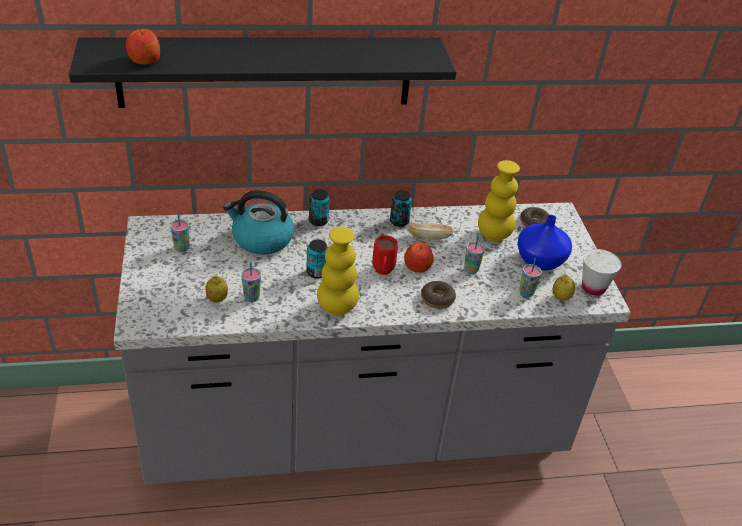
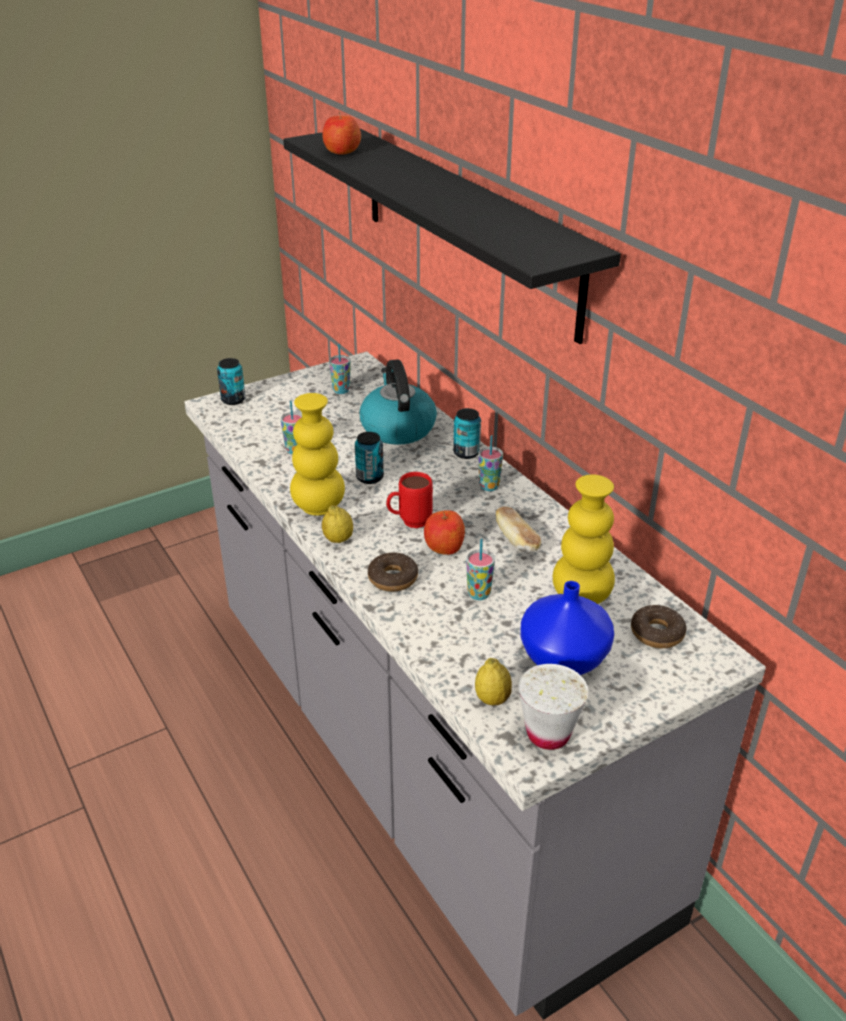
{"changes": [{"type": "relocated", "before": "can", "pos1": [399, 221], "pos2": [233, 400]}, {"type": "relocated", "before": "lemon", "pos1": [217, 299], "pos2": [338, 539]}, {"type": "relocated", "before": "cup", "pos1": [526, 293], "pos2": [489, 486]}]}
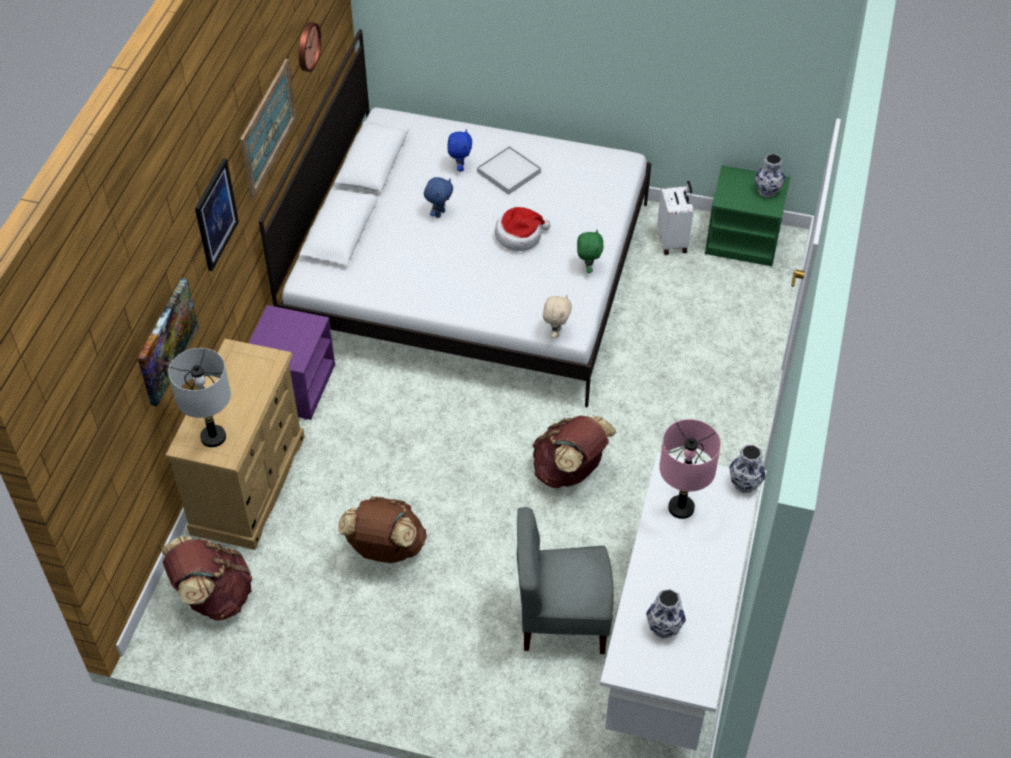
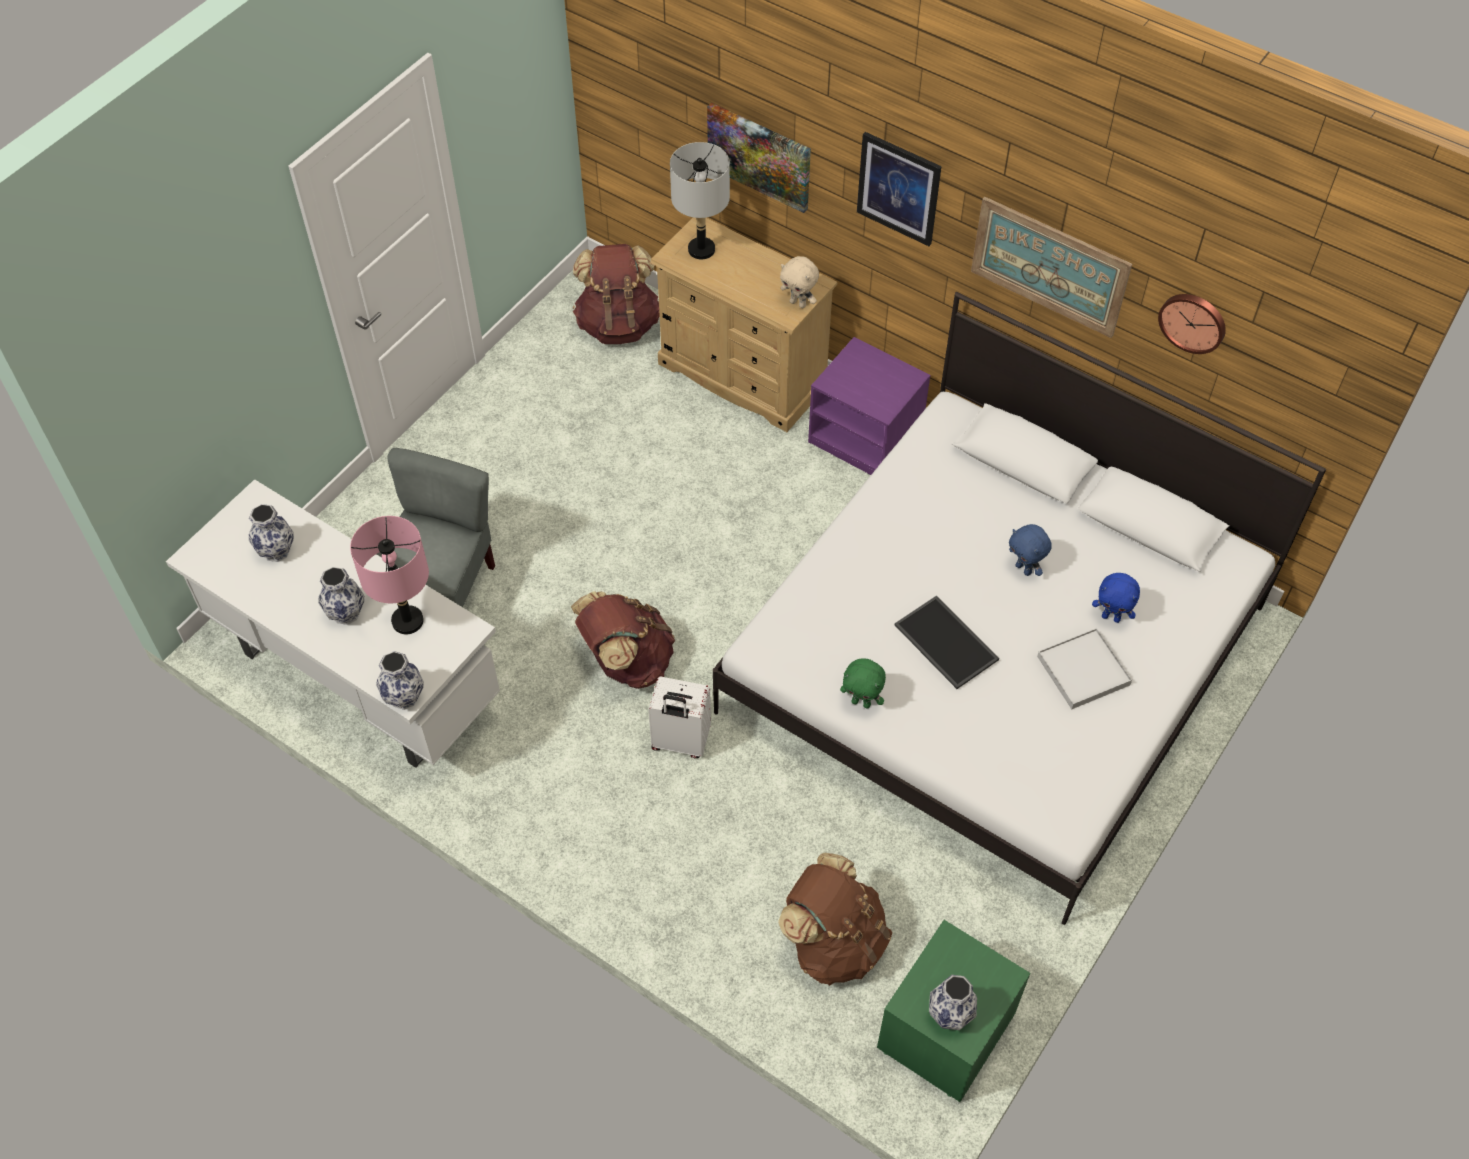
{"changes": [{"type": "appeared", "after": "vase", "pos2": [345, 613]}, {"type": "relocated", "before": "white suitcase", "pos1": [673, 242], "pos2": [680, 742]}, {"type": "relocated", "before": "brown backpack", "pos1": [385, 549], "pos2": [834, 942]}, {"type": "relocated", "before": "beige plush toy", "pos1": [556, 332], "pos2": [798, 303]}, {"type": "exchanged", "before": "hat", "after": "tray", "pos1": [520, 236], "pos2": [948, 642]}]}
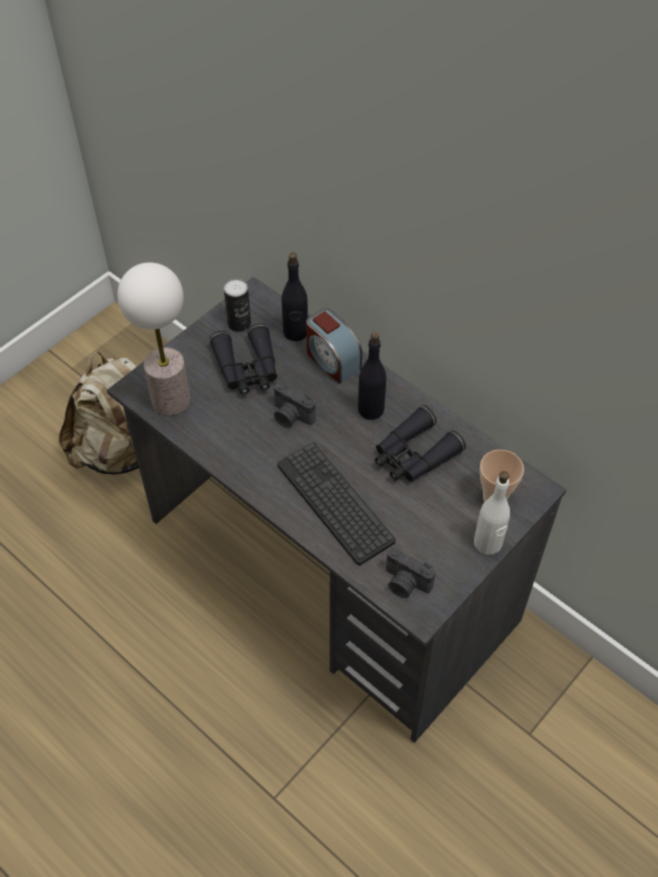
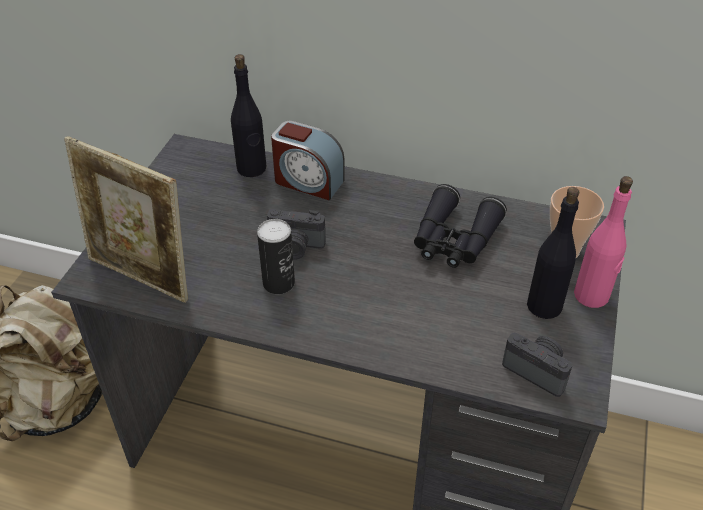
{"changes": [{"type": "exchanged", "before": "table lamp", "after": "picture frame", "pos1": [171, 400], "pos2": [142, 276]}, {"type": "relocated", "before": "can", "pos1": [239, 323], "pos2": [278, 283]}, {"type": "spun", "before": "photo camera", "pos1": [405, 583], "pos2": [537, 370], "turn": -150}, {"type": "relocated", "before": "black bottle", "pos1": [371, 409], "pos2": [544, 305]}, {"type": "colour", "before": "white bottle", "after": "pink bottle", "pos1": [488, 543], "pos2": [592, 296]}, {"type": "missing", "before": "black binoculars", "pos1": [247, 369]}, {"type": "missing", "before": "keyboard", "pos1": [335, 503]}]}
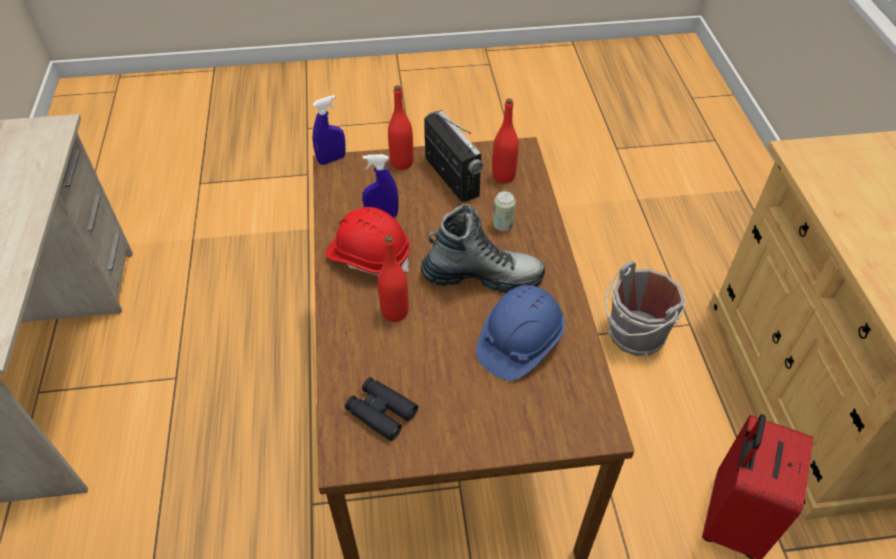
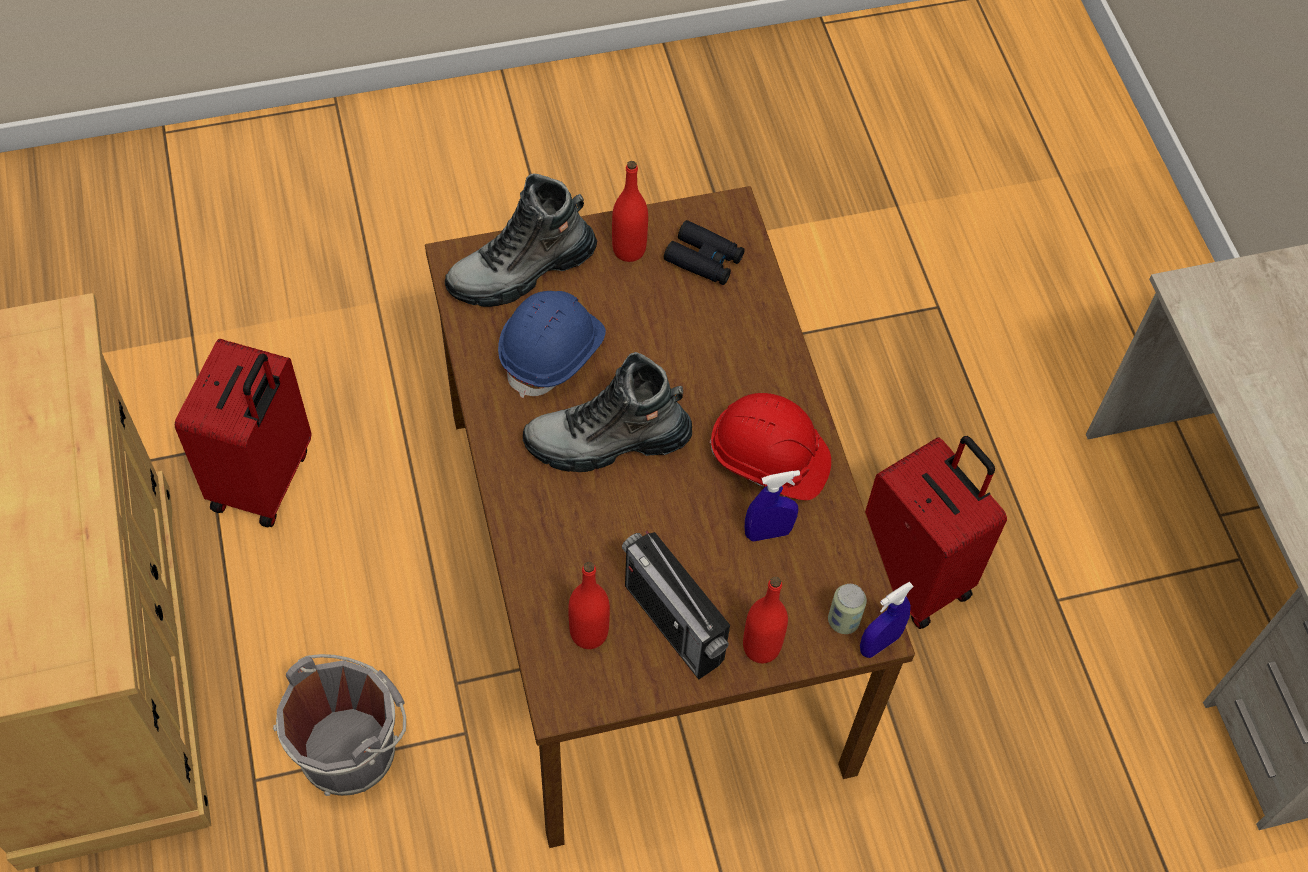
{"changes": [{"type": "appeared", "after": "boot", "pos2": [521, 271]}, {"type": "relocated", "before": "red bottle", "pos1": [395, 312], "pos2": [629, 250]}, {"type": "relocated", "before": "can", "pos1": [503, 225], "pos2": [843, 621]}, {"type": "appeared", "after": "red suitcase", "pos2": [916, 574]}]}
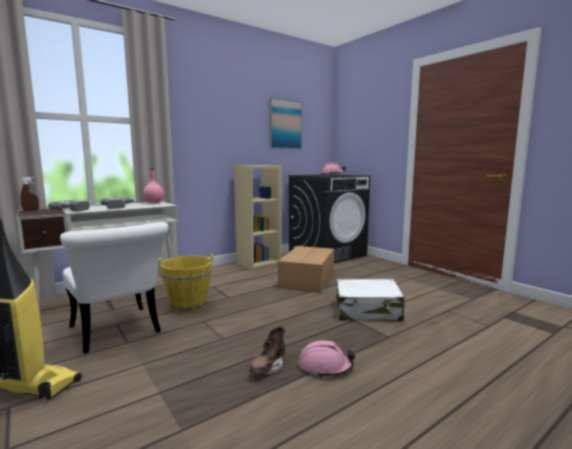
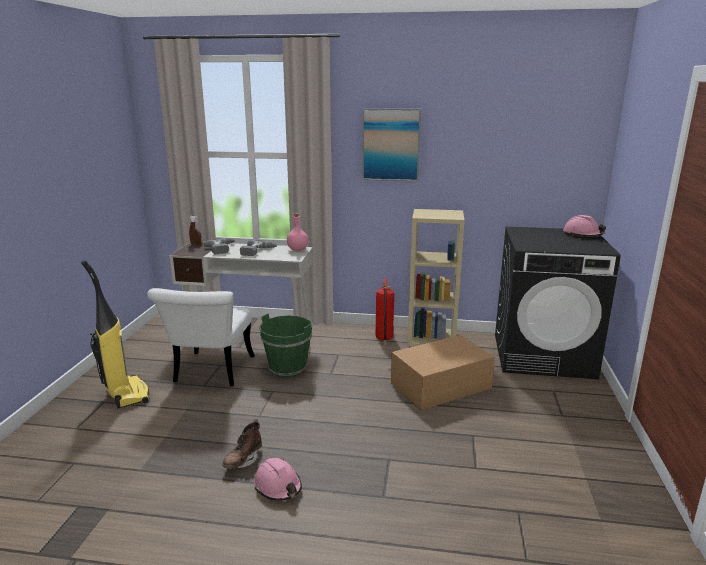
{"changes": [{"type": "spun", "before": "brown boot", "pos1": [268, 367], "pos2": [243, 460], "turn": -45}, {"type": "colour", "before": "yellow bucket", "after": "green bucket", "pos1": [188, 305], "pos2": [287, 368]}, {"type": "relocated", "before": "picture", "pos1": [285, 124], "pos2": [391, 144]}, {"type": "appeared", "after": "fire extinguisher", "pos2": [383, 341]}, {"type": "missing", "before": "white suitcase", "pos1": [368, 311]}]}
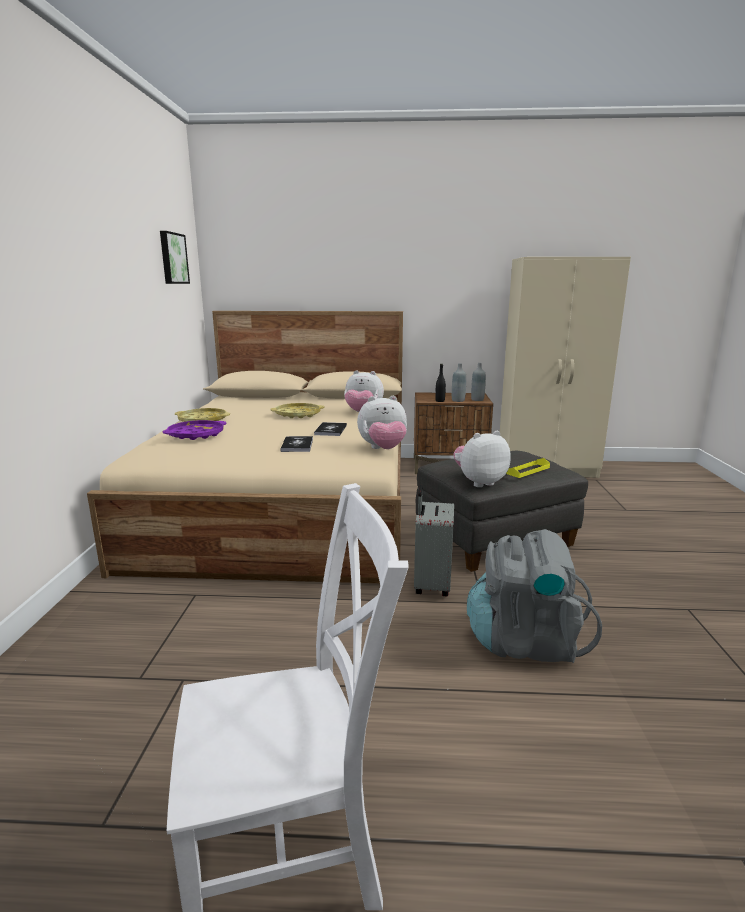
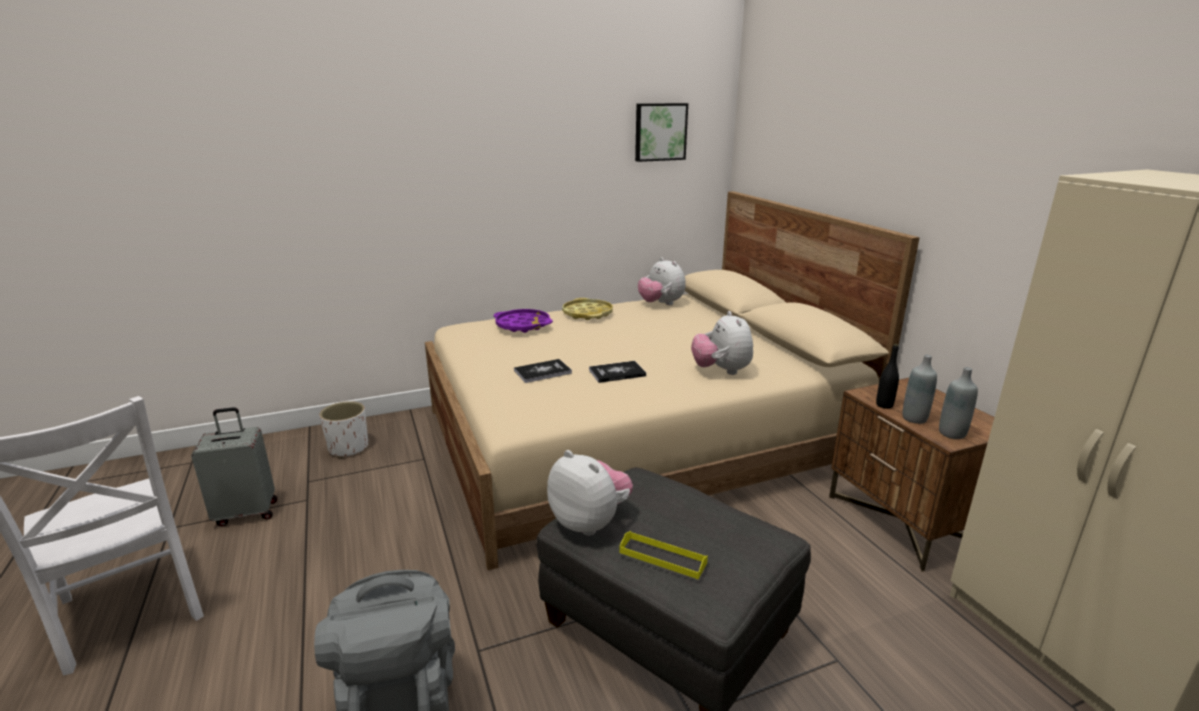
{"changes": [{"type": "relocated", "before": "grey suitcase", "pos1": [431, 585], "pos2": [247, 512]}, {"type": "appeared", "after": "white planter", "pos2": [349, 448]}, {"type": "relocated", "before": "plush toy", "pos1": [383, 449], "pos2": [661, 304]}, {"type": "missing", "before": "yellow tray", "pos1": [297, 414]}]}
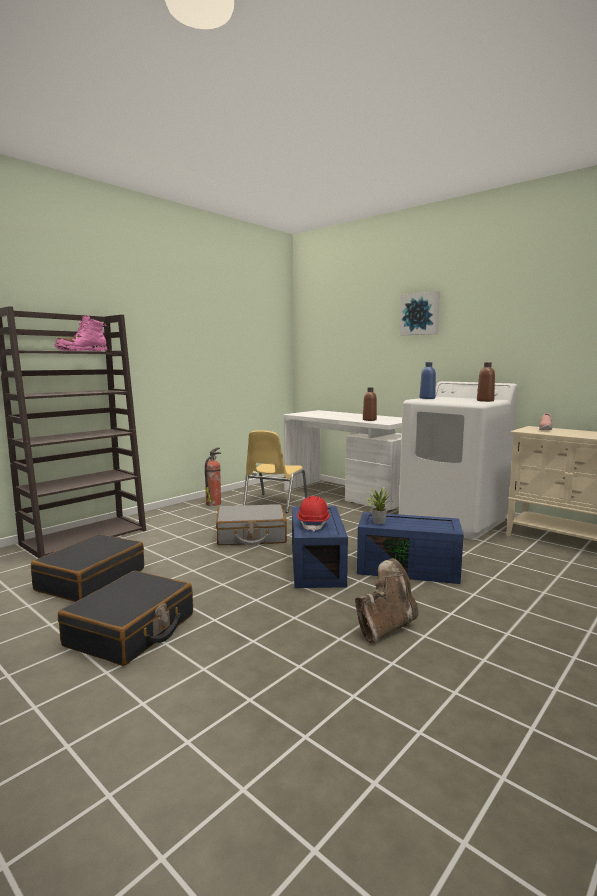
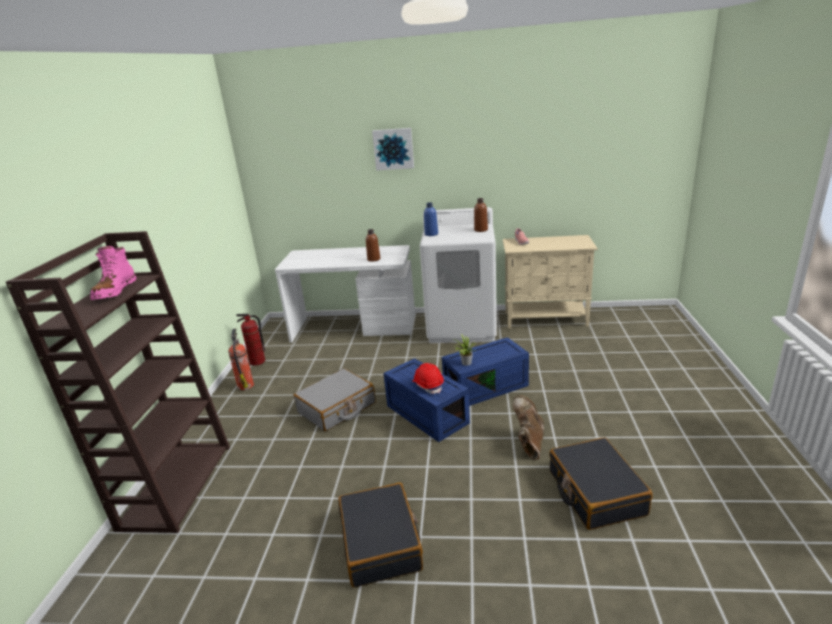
{"changes": [{"type": "appeared", "after": "fire extinguisher", "pos2": [257, 362]}, {"type": "relocated", "before": "black suitcase", "pos1": [91, 579], "pos2": [595, 492]}, {"type": "missing", "before": "yellow chair", "pos1": [274, 503]}]}
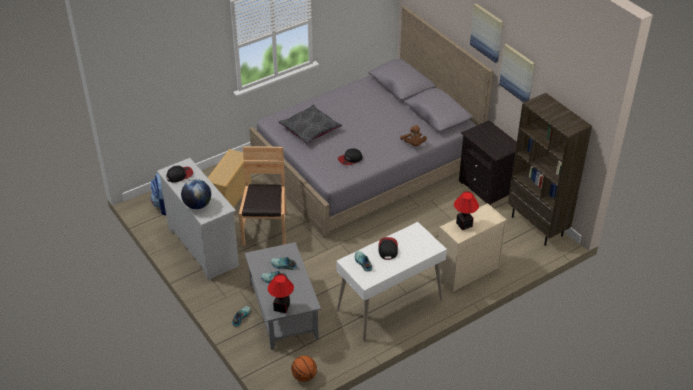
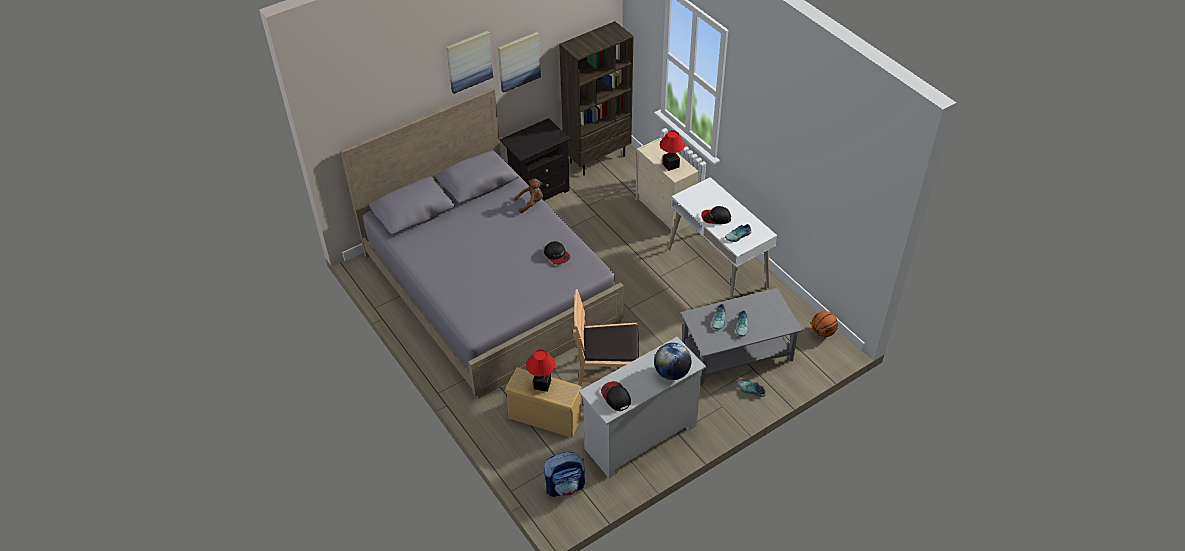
{"changes": [{"type": "relocated", "before": "table lamp", "pos1": [282, 307], "pos2": [542, 384]}, {"type": "missing", "before": "grey pillow", "pos1": [310, 129]}]}
